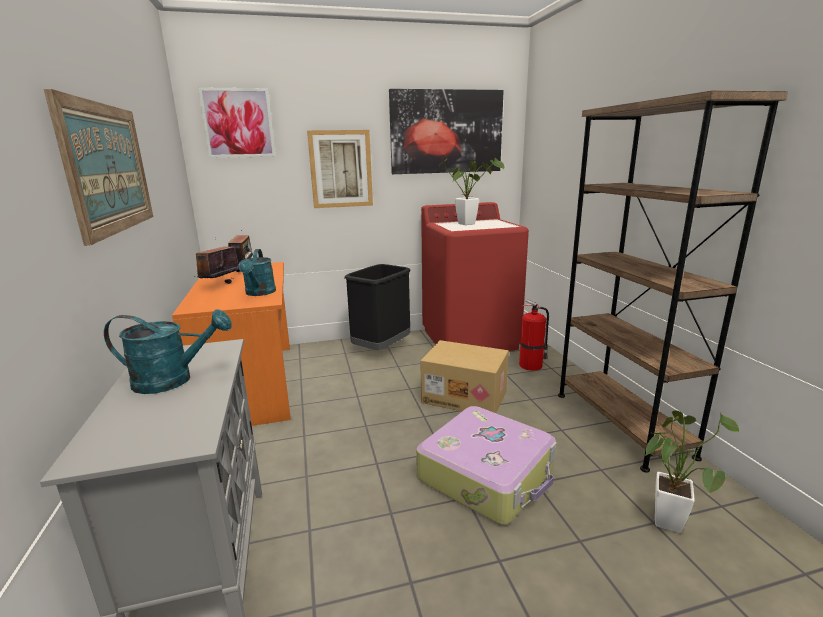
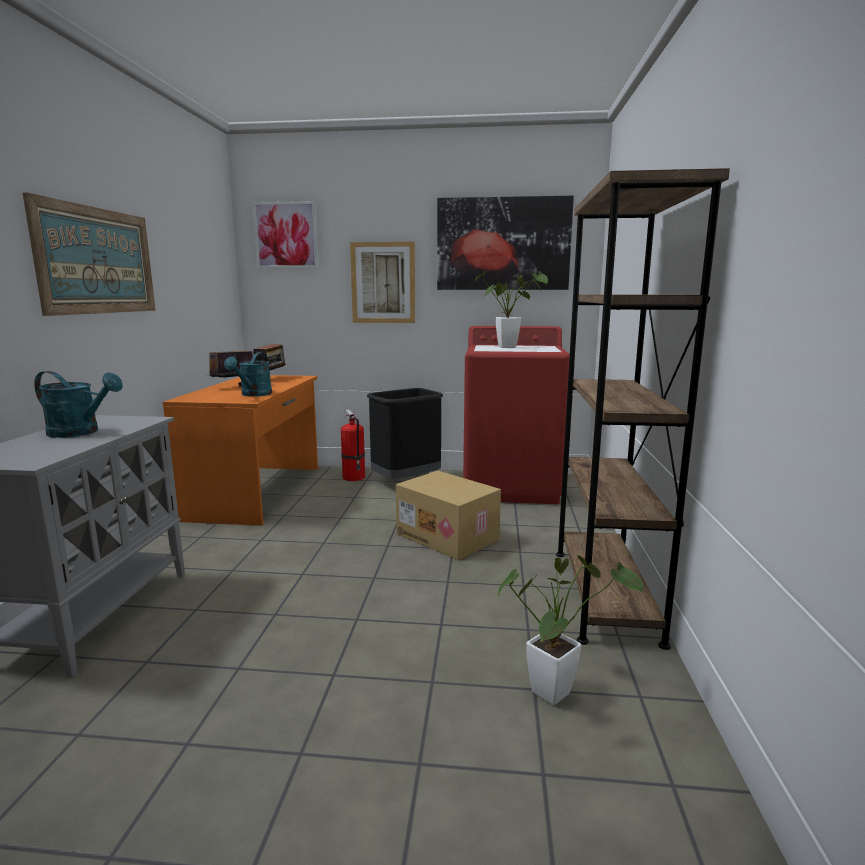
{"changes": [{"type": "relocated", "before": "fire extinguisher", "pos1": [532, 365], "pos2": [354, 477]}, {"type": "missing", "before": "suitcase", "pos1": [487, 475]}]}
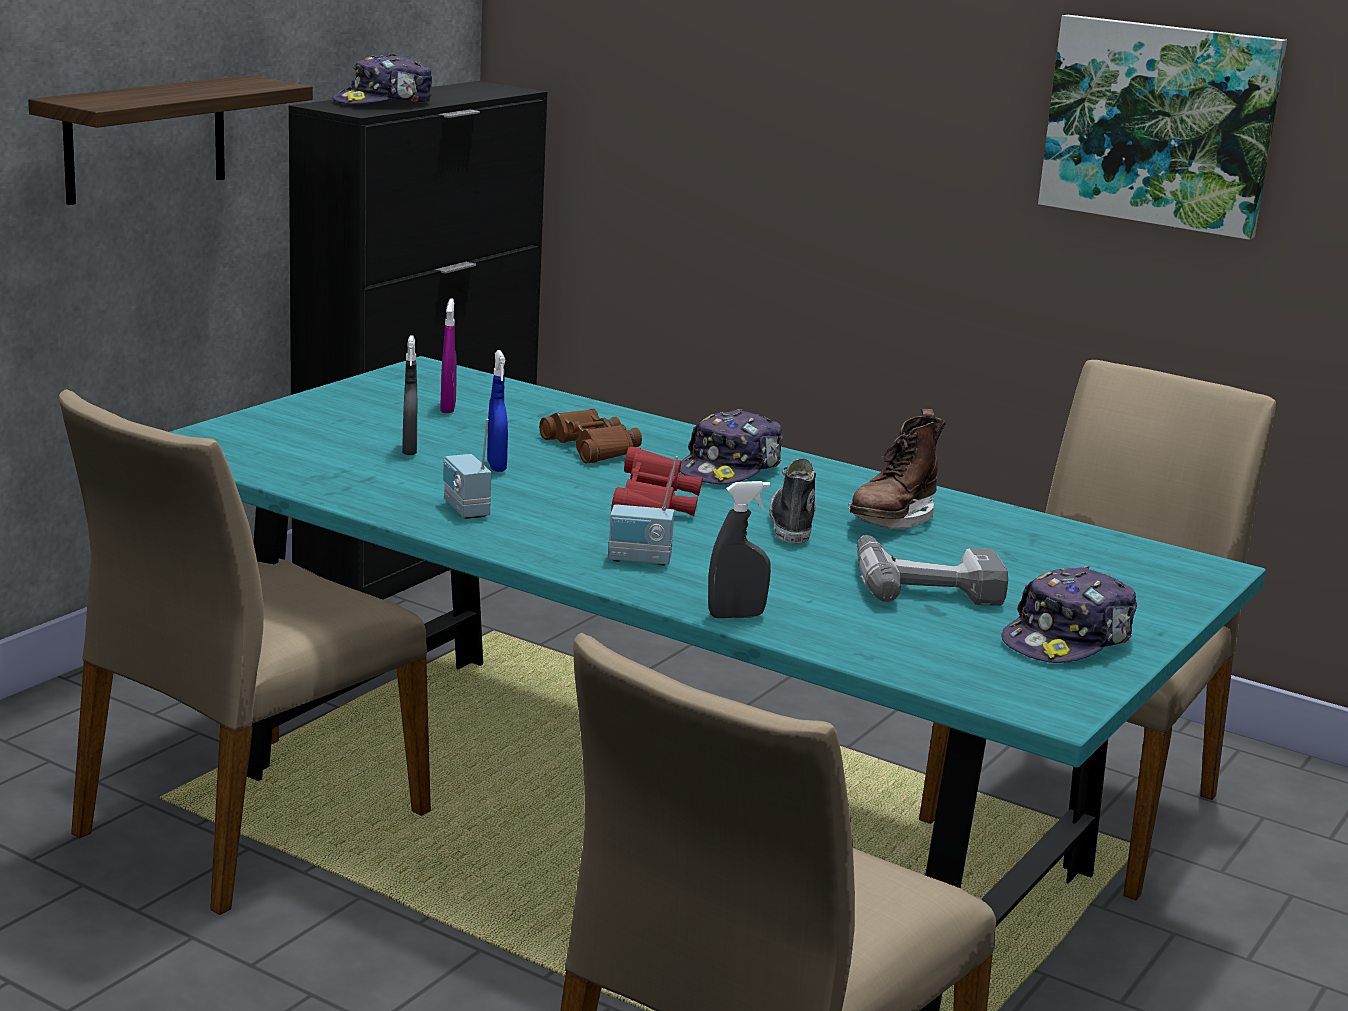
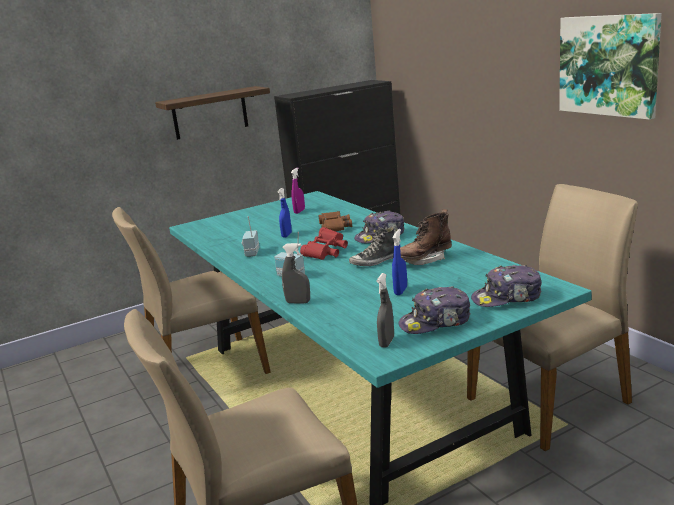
{"changes": [{"type": "spun", "before": "shoe", "pos1": [791, 524], "pos2": [375, 261], "turn": -150}, {"type": "relocated", "before": "grey spray bottle", "pos1": [409, 450], "pos2": [386, 342]}, {"type": "exchanged", "before": "power drill", "after": "blue spray bottle", "pos1": [924, 583], "pos2": [400, 291]}, {"type": "relocated", "before": "cap", "pos1": [384, 102], "pos2": [507, 298]}]}
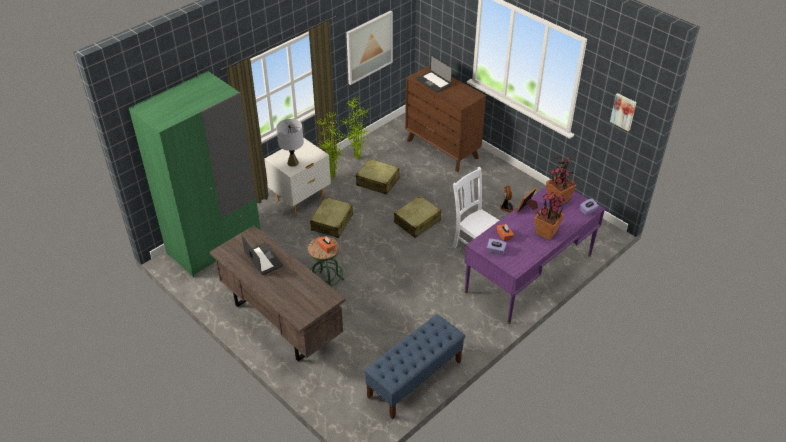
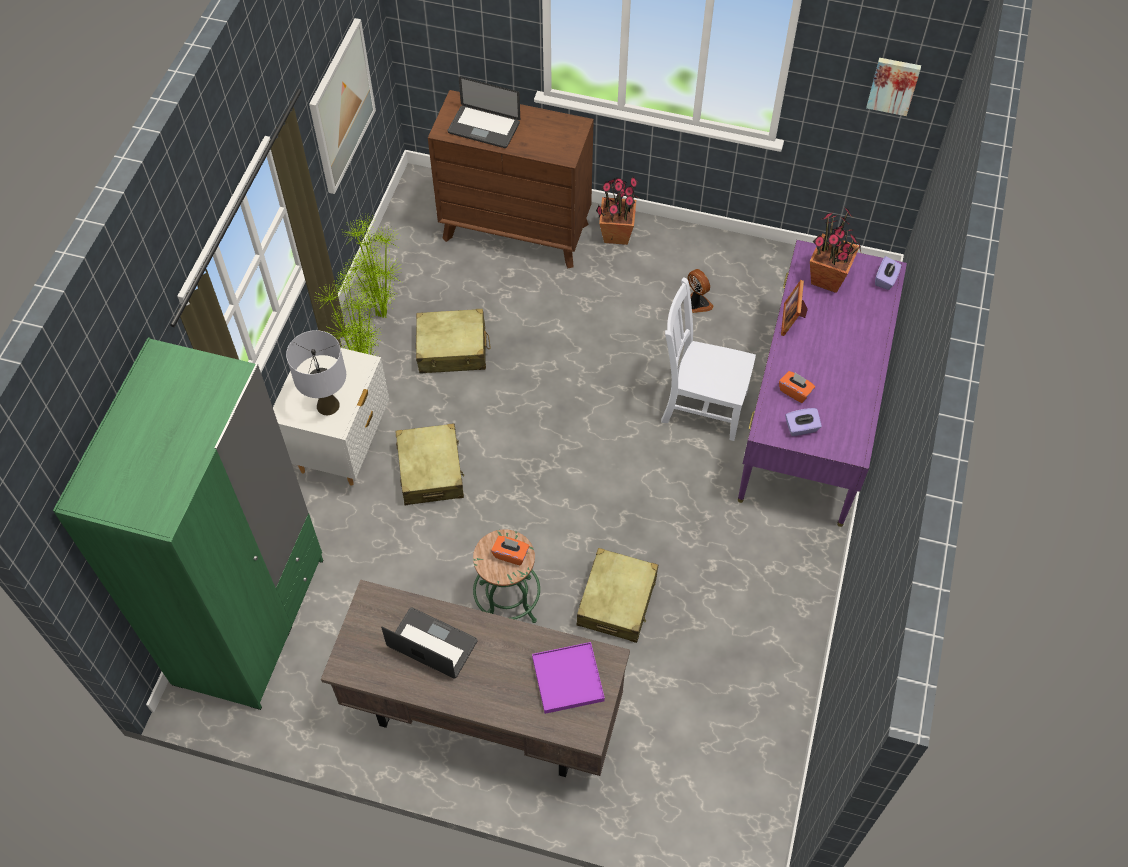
{"changes": [{"type": "appeared", "after": "purple tray", "pos2": [567, 679]}, {"type": "relocated", "before": "beige suitcase", "pos1": [417, 222], "pos2": [617, 601]}, {"type": "relocated", "before": "potted plant", "pos1": [546, 232], "pos2": [616, 234]}, {"type": "missing", "before": "blue bench", "pos1": [414, 379]}]}
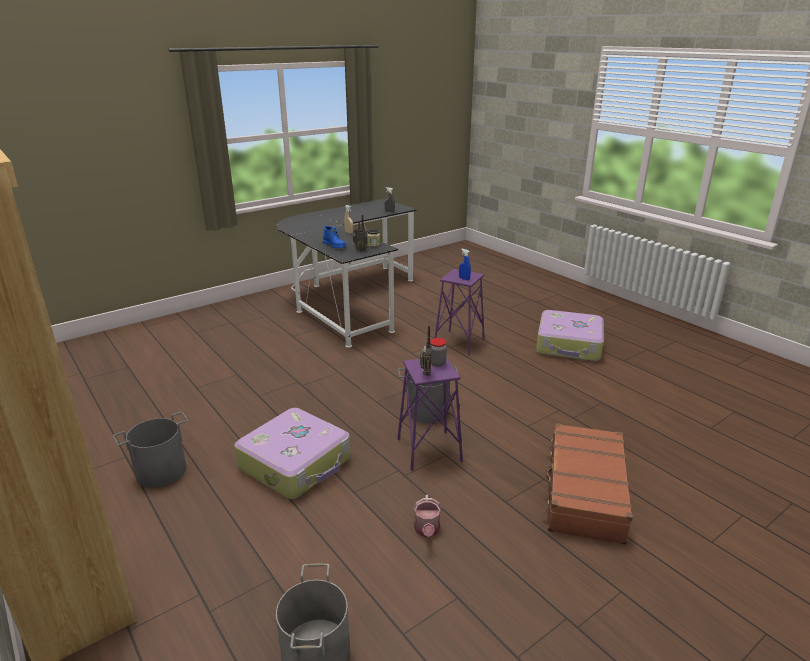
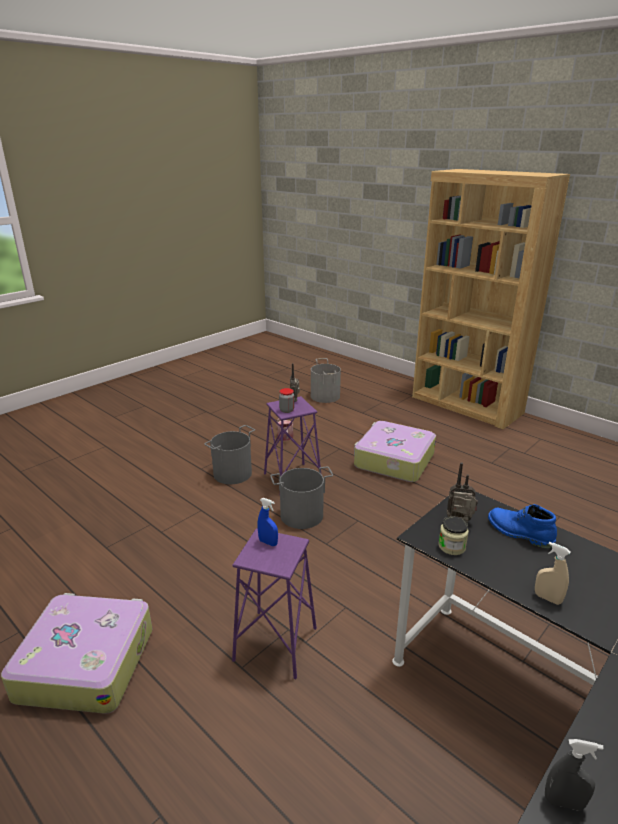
{"changes": [{"type": "relocated", "before": "grey bucket", "pos1": [161, 471], "pos2": [233, 474]}, {"type": "missing", "before": "brown suitcase", "pos1": [584, 492]}]}
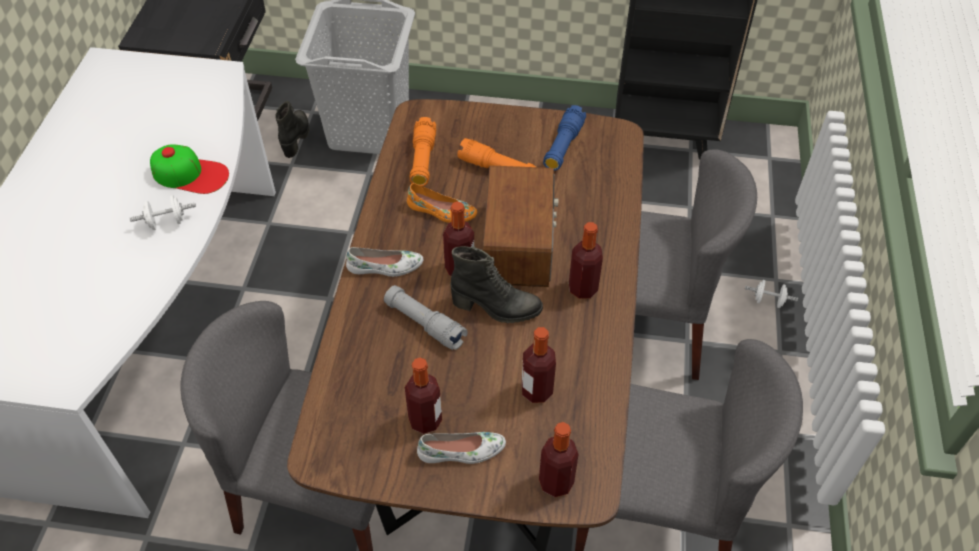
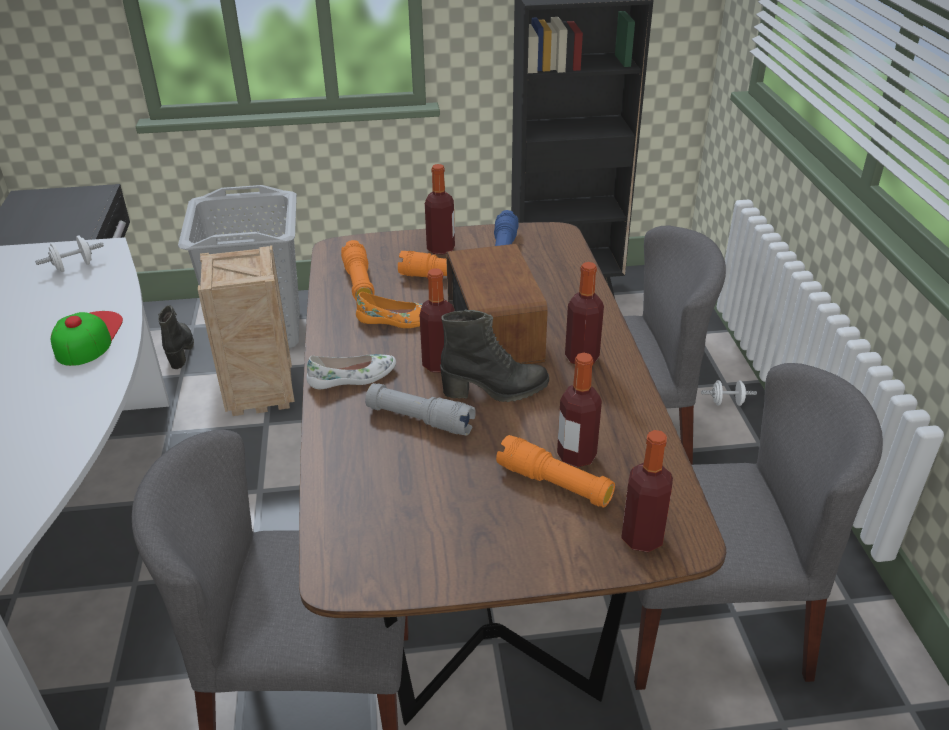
{"changes": [{"type": "relocated", "before": "white dumbbell", "pos1": [167, 222], "pos2": [74, 266]}, {"type": "spun", "before": "cap", "pos1": [190, 174], "pos2": [88, 337], "turn": -90}, {"type": "appeared", "after": "crate", "pos2": [262, 394]}, {"type": "relocated", "before": "bottle", "pos1": [425, 420], "pos2": [441, 249]}, {"type": "appeared", "after": "orange flashlight", "pos2": [554, 484]}, {"type": "missing", "before": "white shoe", "pos1": [461, 451]}]}
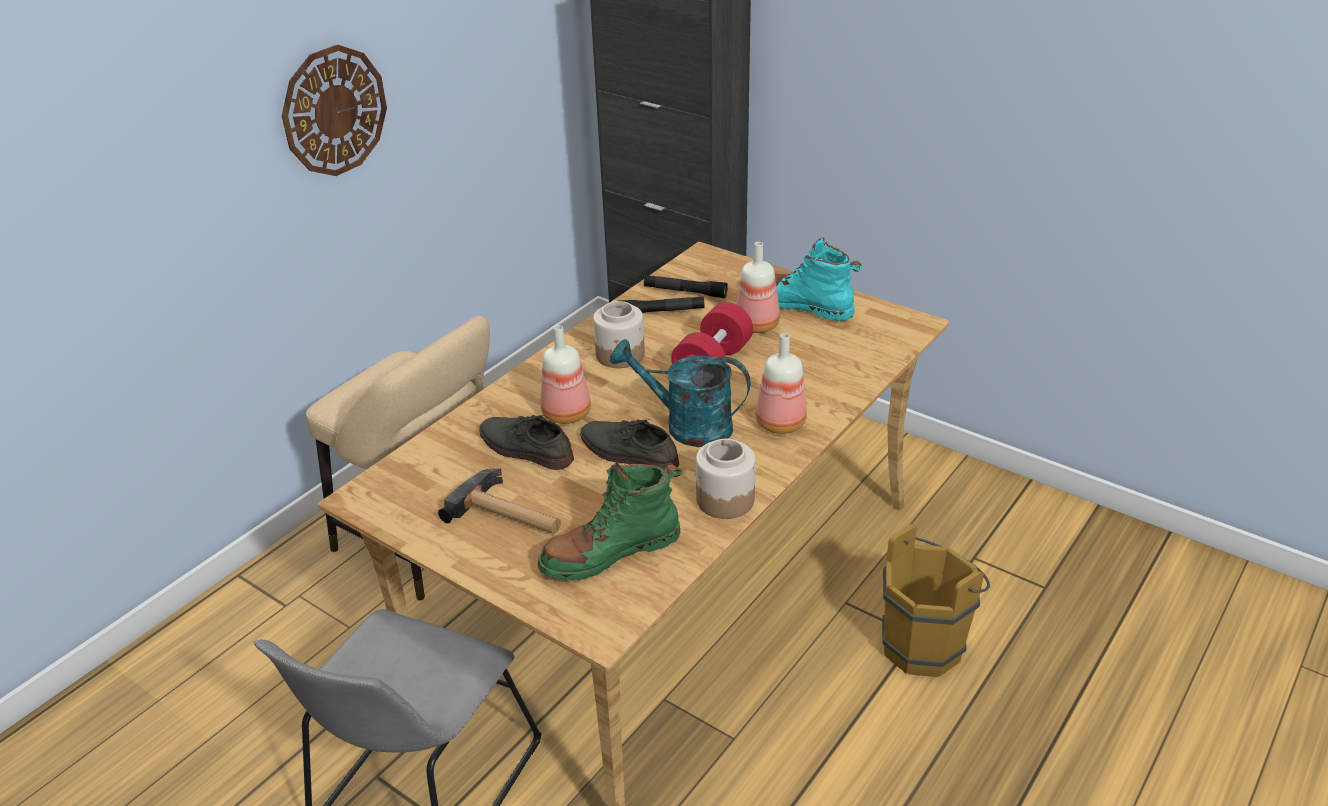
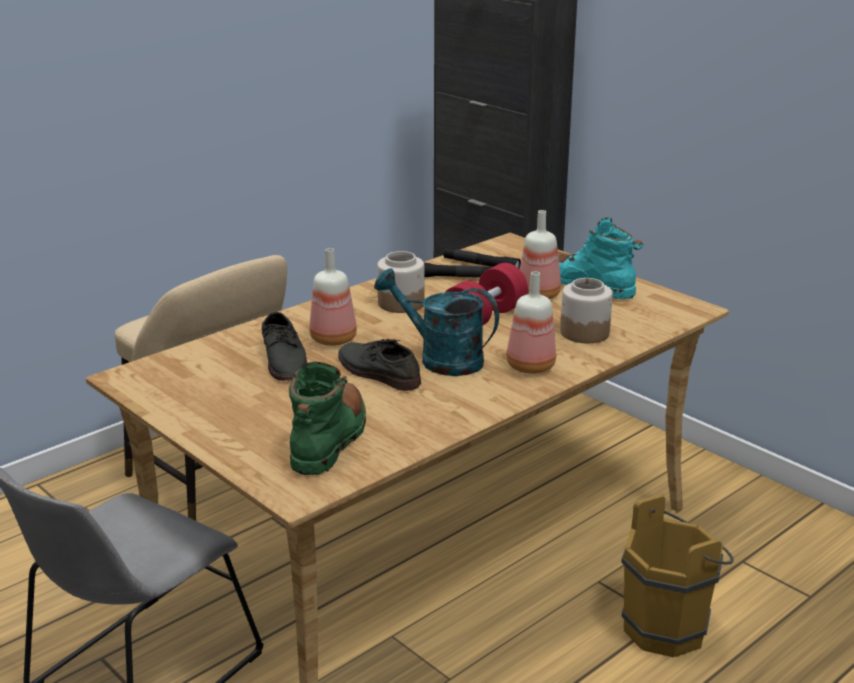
{"changes": [{"type": "spun", "before": "grey shoe", "pos1": [524, 448], "pos2": [284, 359], "turn": -150}, {"type": "spun", "before": "green boot", "pos1": [610, 552], "pos2": [329, 440], "turn": 120}, {"type": "relocated", "before": "jar", "pos1": [725, 499], "pos2": [584, 333]}, {"type": "missing", "before": "wall clock", "pos1": [334, 111]}, {"type": "missing", "before": "hammer", "pos1": [509, 515]}]}
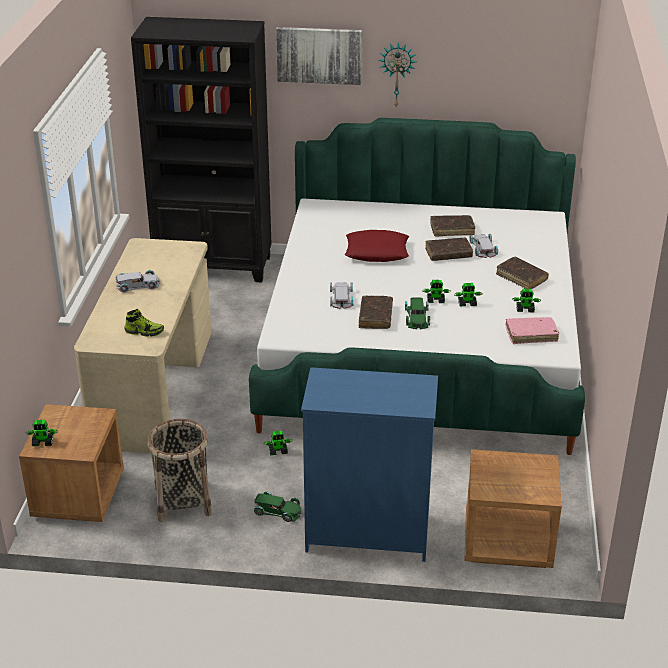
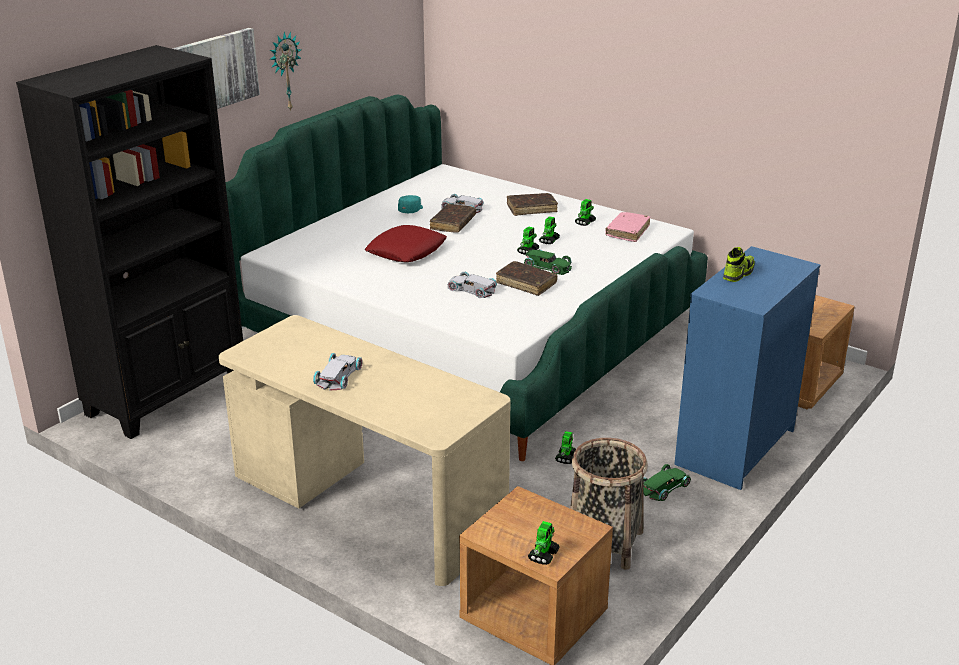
{"changes": [{"type": "exchanged", "before": "brown book", "after": "turquoise cap", "pos1": [452, 230], "pos2": [411, 210]}, {"type": "relocated", "before": "shoe", "pos1": [144, 331], "pos2": [738, 273]}]}
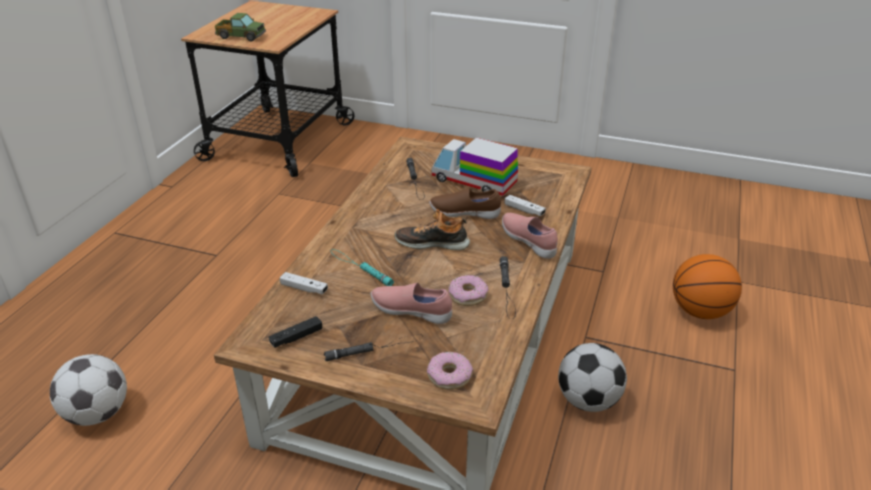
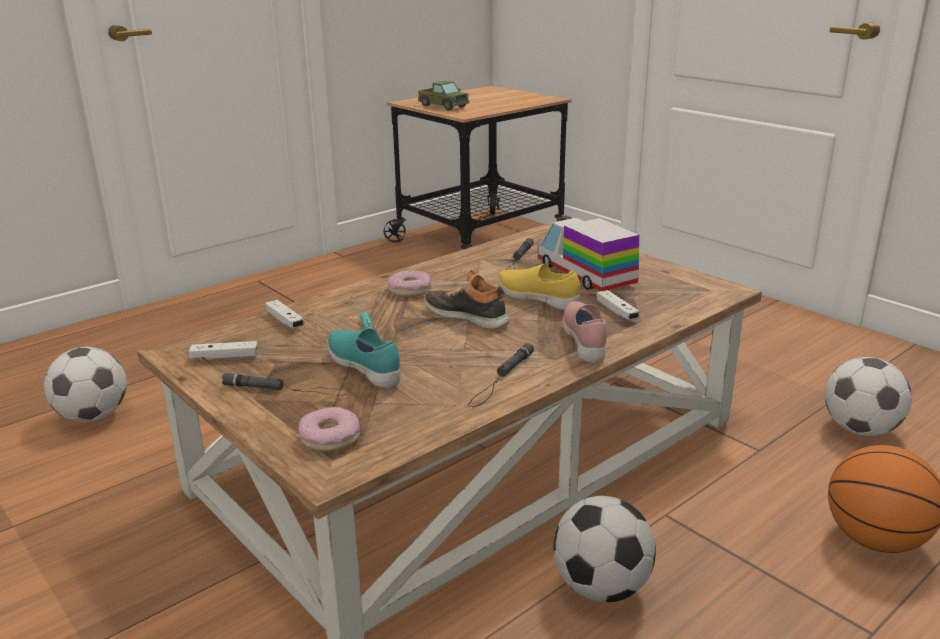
{"changes": [{"type": "colour", "before": "black game controller", "after": "white game controller", "pos1": [296, 337], "pos2": [225, 358]}, {"type": "colour", "before": "pink shoe", "after": "turquoise shoe", "pos1": [411, 312], "pos2": [366, 369]}, {"type": "relocated", "before": "donut", "pos1": [468, 296], "pos2": [410, 290]}, {"type": "colour", "before": "brown shoe", "after": "yellow shoe", "pos1": [464, 214], "pos2": [538, 300]}, {"type": "appeared", "after": "football", "pos2": [860, 429]}]}
